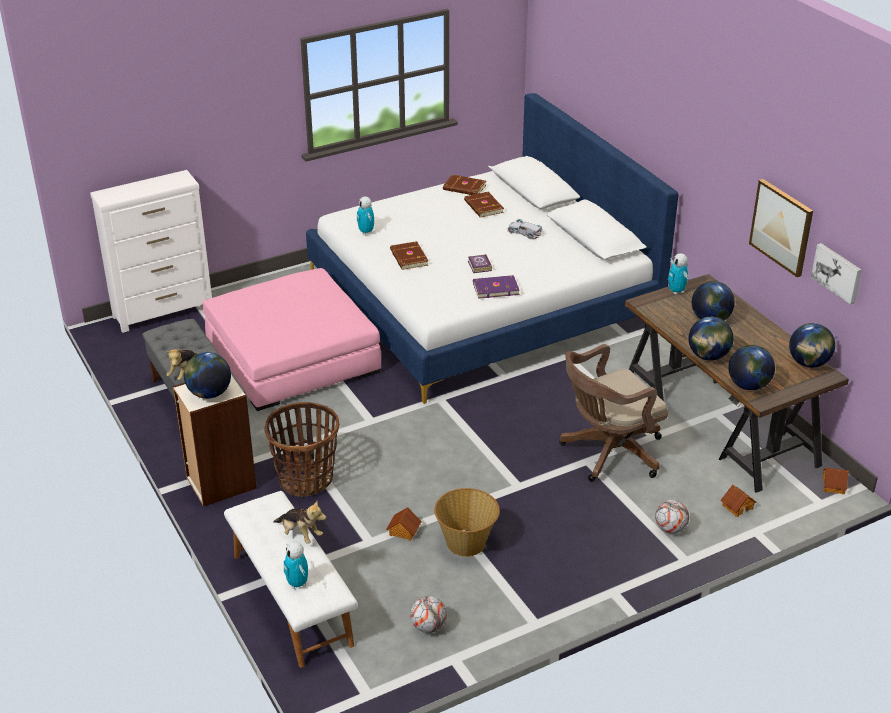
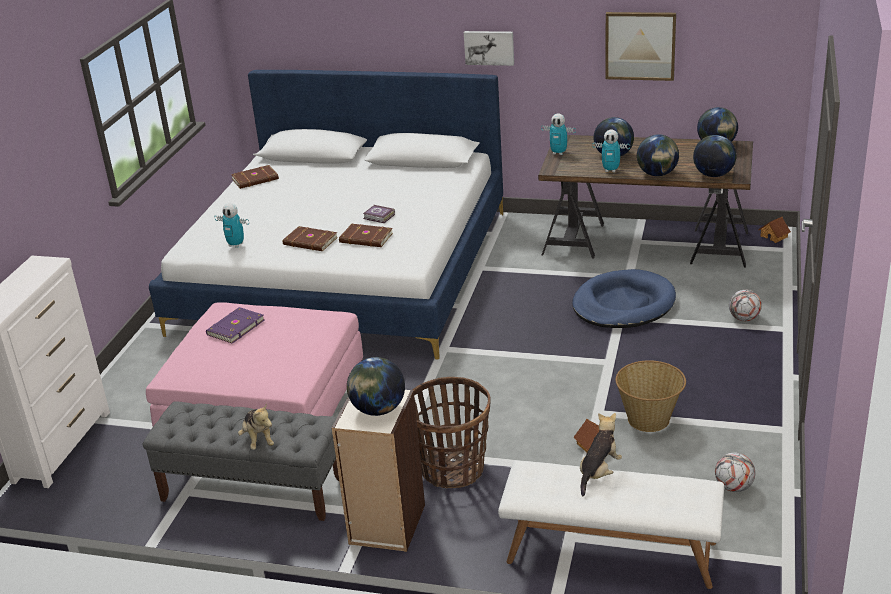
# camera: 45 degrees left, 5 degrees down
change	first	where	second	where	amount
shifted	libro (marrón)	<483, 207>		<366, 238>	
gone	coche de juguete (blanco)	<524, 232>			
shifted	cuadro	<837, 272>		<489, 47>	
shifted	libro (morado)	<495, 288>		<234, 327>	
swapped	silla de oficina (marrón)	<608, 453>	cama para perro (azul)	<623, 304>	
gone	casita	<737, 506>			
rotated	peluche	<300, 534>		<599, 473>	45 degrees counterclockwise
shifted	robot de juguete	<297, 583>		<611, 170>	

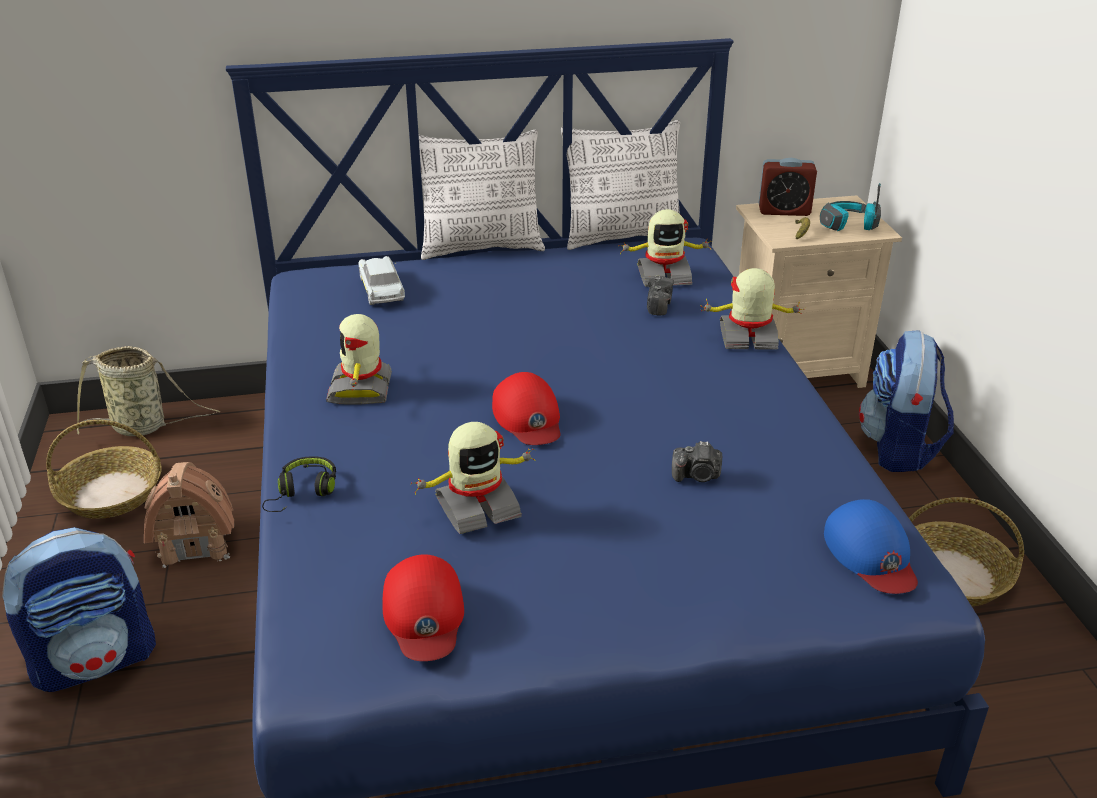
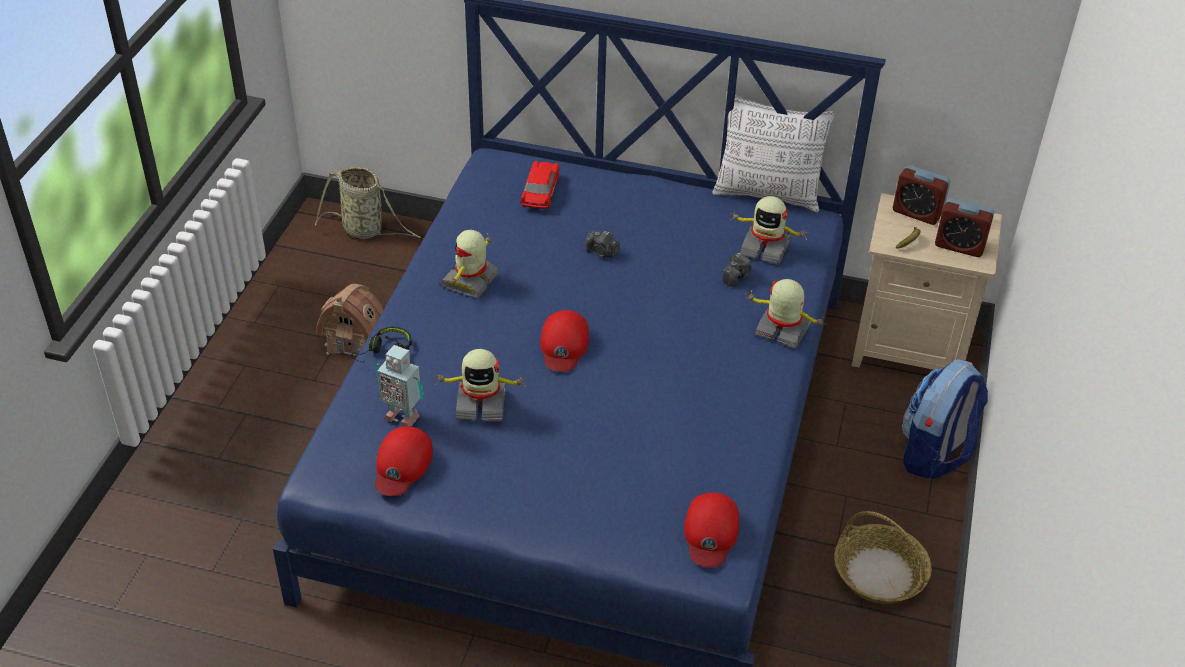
# camera: 25 degrees right, 10 degrees up
change	first	where	second	where	amount
gone	cojín	<482, 248>			
swapped	auriculares	<848, 225>	despertador	<959, 246>	
repainted	coche de juguete (blanco)	<381, 290>	coche de juguete (rojo)	<540, 192>	
gone	cesta	<110, 494>			
shifted	cámara	<697, 476>		<602, 252>	
repainted	gorra (azul)	<871, 554>	gorra (rojo)	<710, 533>	
gone	mochila	<96, 660>			
new			robot de juguete	<402, 415>	

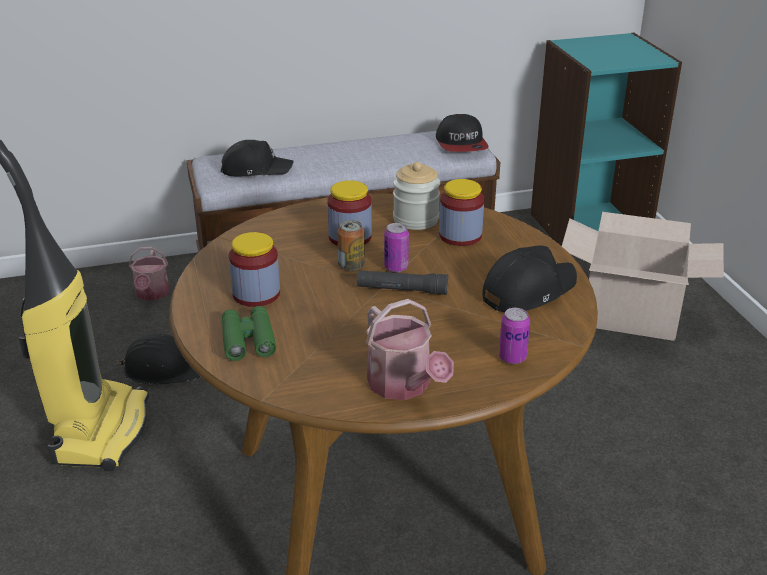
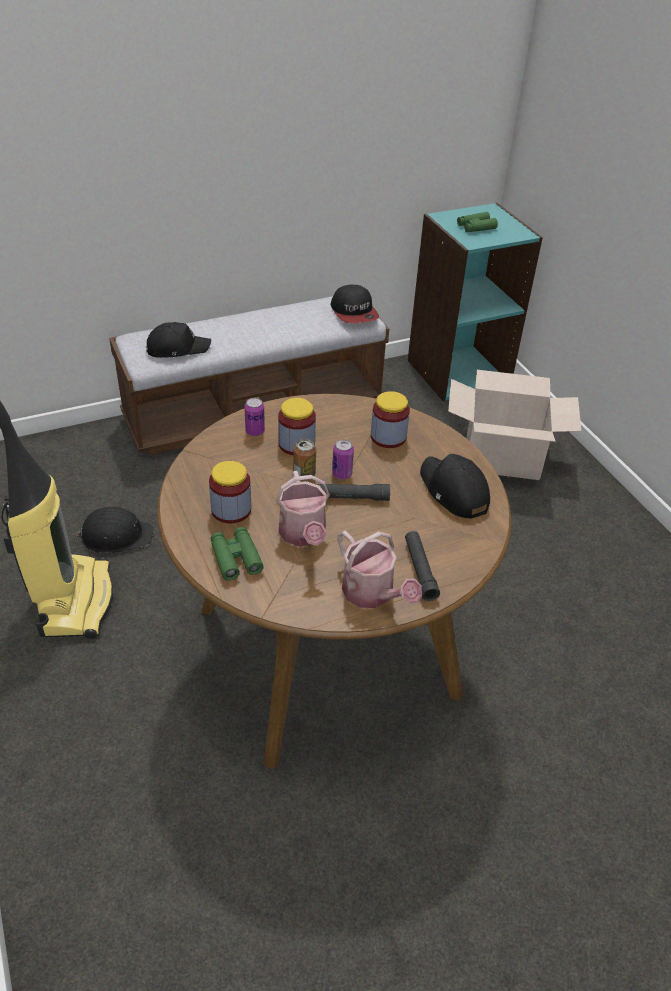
# camera: 10 degrees left, 10 degrees up
change	first	where	second	where	amount
gone	tarro	<416, 219>			
rotated	gorra (negro)	<527, 291>		<453, 491>	75 degrees counterclockwise
shifted	regadera	<151, 294>		<303, 535>	
shifted	lata	<512, 357>		<255, 431>	
new			prismáticos (verde)	<476, 227>	
new			linterna (negro)	<420, 570>	

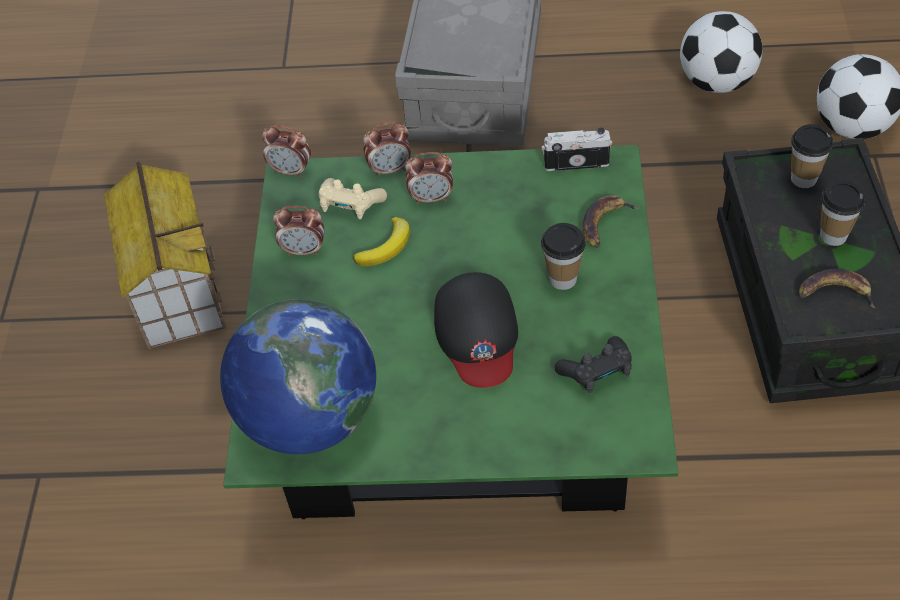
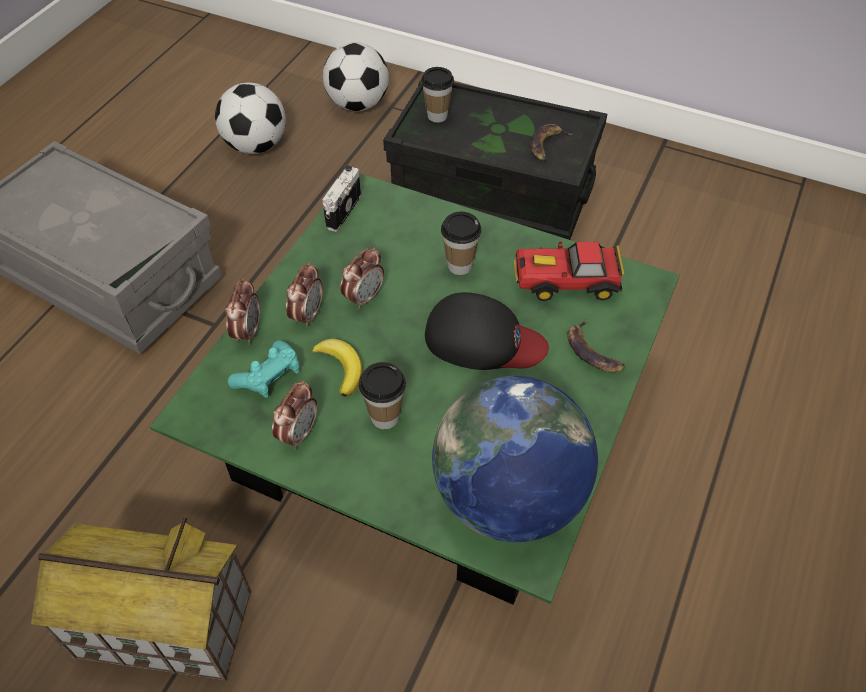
# camera: 70 degrees left, 0 degrees up
change	first	where	second	where	amount
shifted	despertador	<291, 171>		<364, 297>	
repainted	mando de consola (beis)	<350, 205>	mando de consola (turquesa)	<269, 377>	
shifted	taza	<833, 236>		<385, 417>	
shifted	plátano	<605, 224>		<592, 352>	
swapped	mando de consola (negro)	<597, 372>	coche de juguete	<565, 282>	

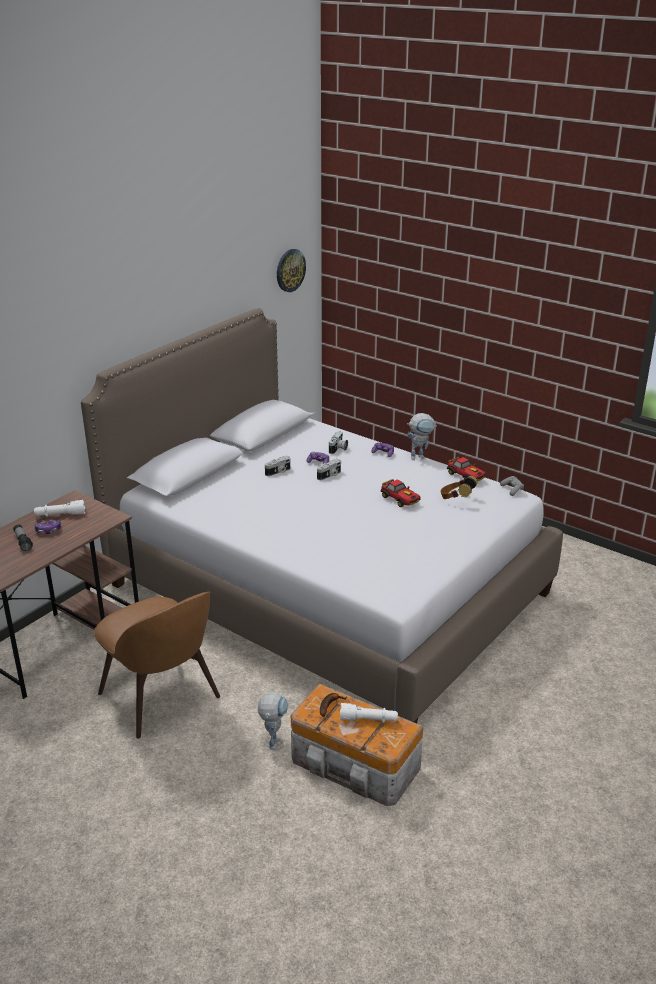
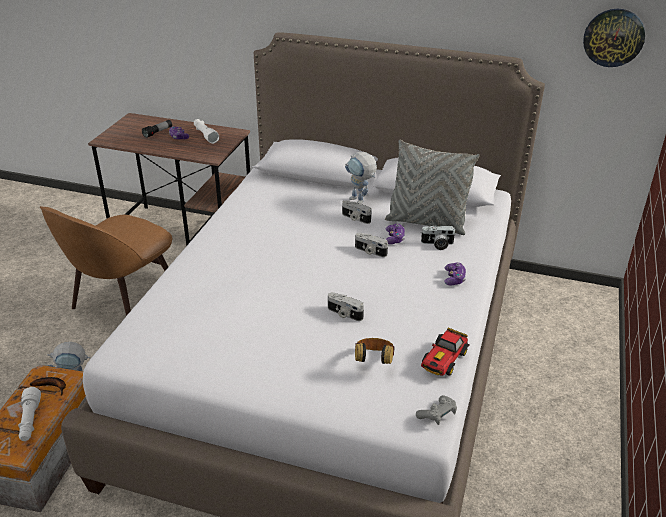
# camera: 70 degrees right, 5 degrees up
change	first	where	second	where	amount
shifted	robot de juguete	<420, 456>		<360, 202>	
swapped	coche de juguete	<400, 500>	cámara	<344, 314>	
new			cojín (gris)	<426, 223>	

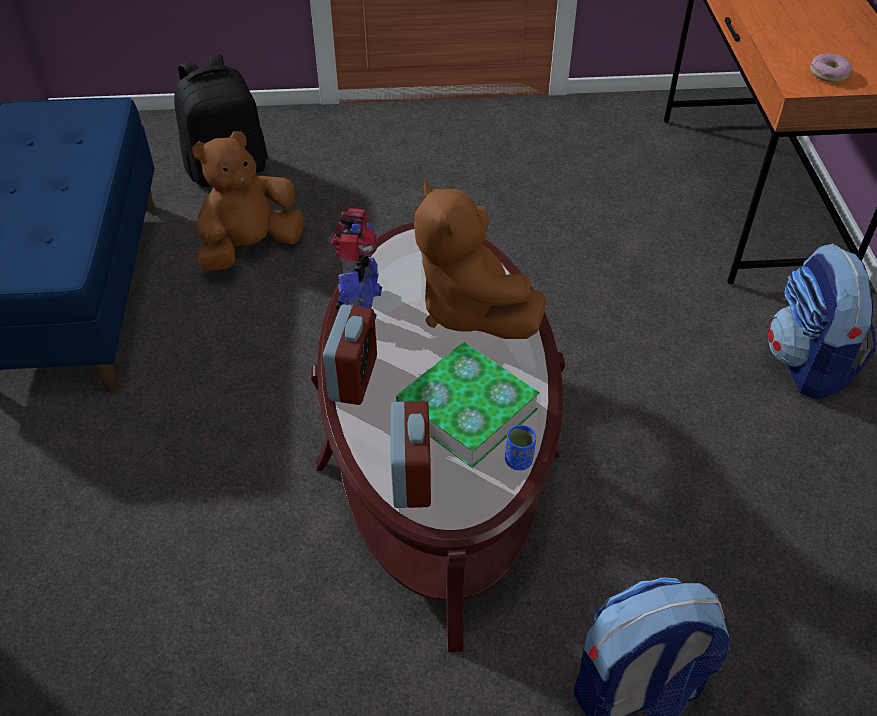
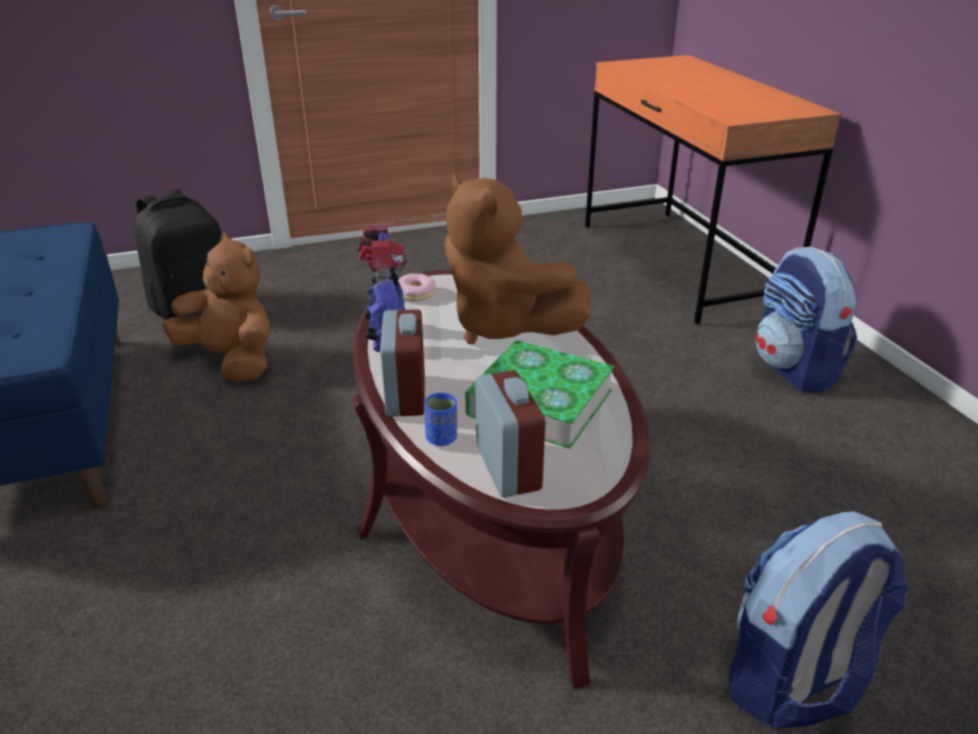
# camera: 15 degrees left, 15 degrees down
change	first	where	second	where	amount
shifted	rosquilla	<828, 73>		<415, 293>	
rotated	peluche (marrón)	<250, 248>		<232, 360>	90 degrees clockwise
shifted	taza (azul)	<518, 461>		<441, 438>	

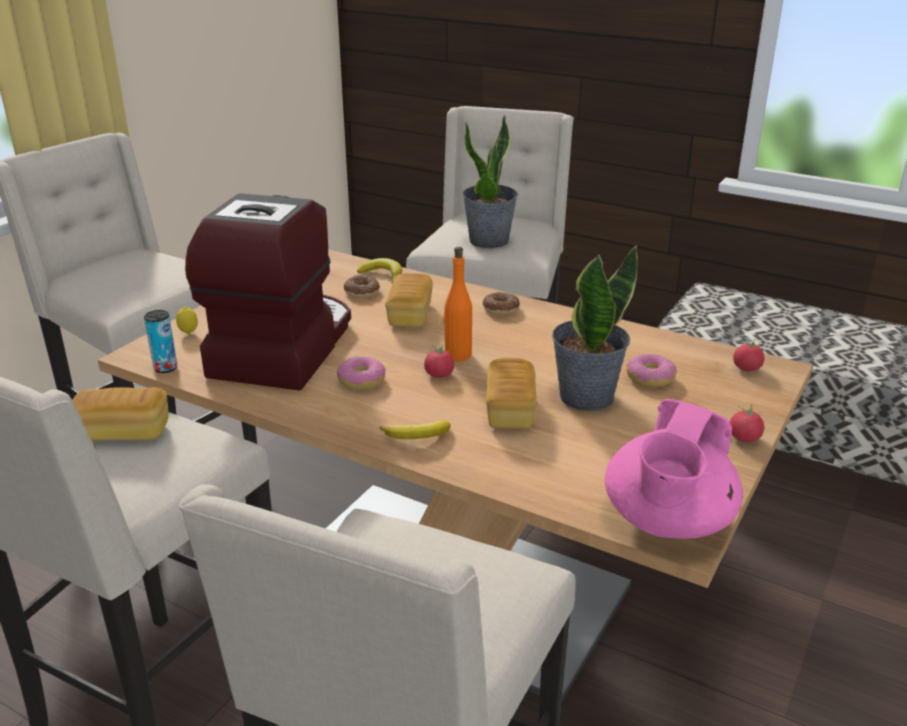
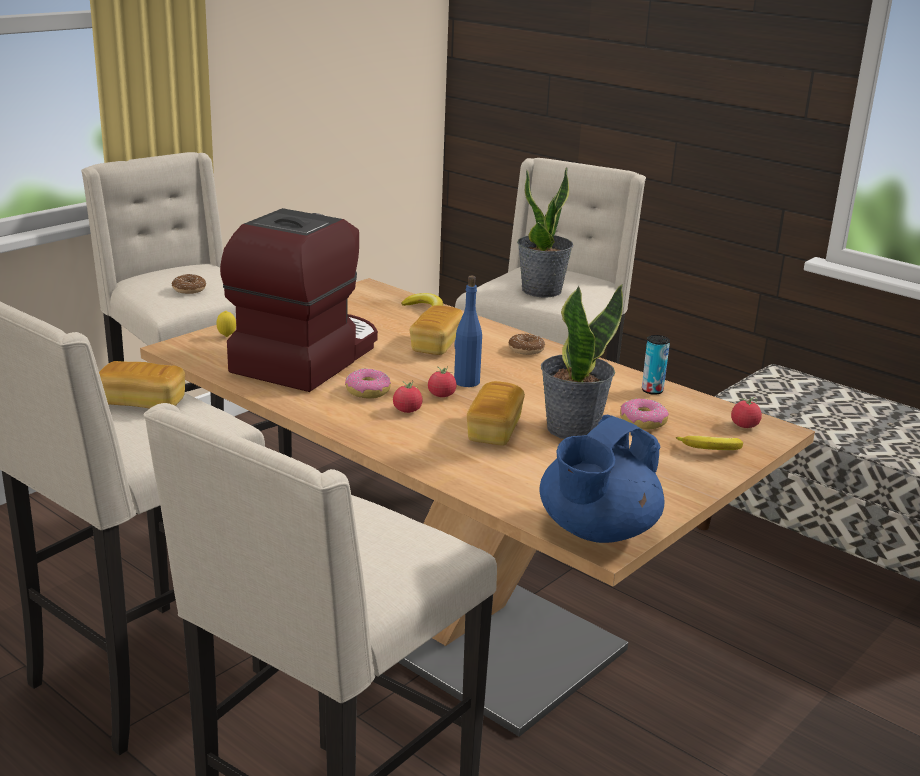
# camera: 10 degrees right, 5 degrees down
change	first	where	second	where	amount
repainted	botella (naranja)	<457, 355>	botella (azul)	<466, 382>	
shifted	rosquilla	<361, 292>		<189, 289>	
shifted	lata	<165, 368>		<652, 390>	
repainted	tetera (rosa)	<667, 522>	tetera (azul)	<596, 531>	
shifted	tomate	<744, 438>		<407, 410>	
shifted	plátano	<416, 437>		<710, 450>	

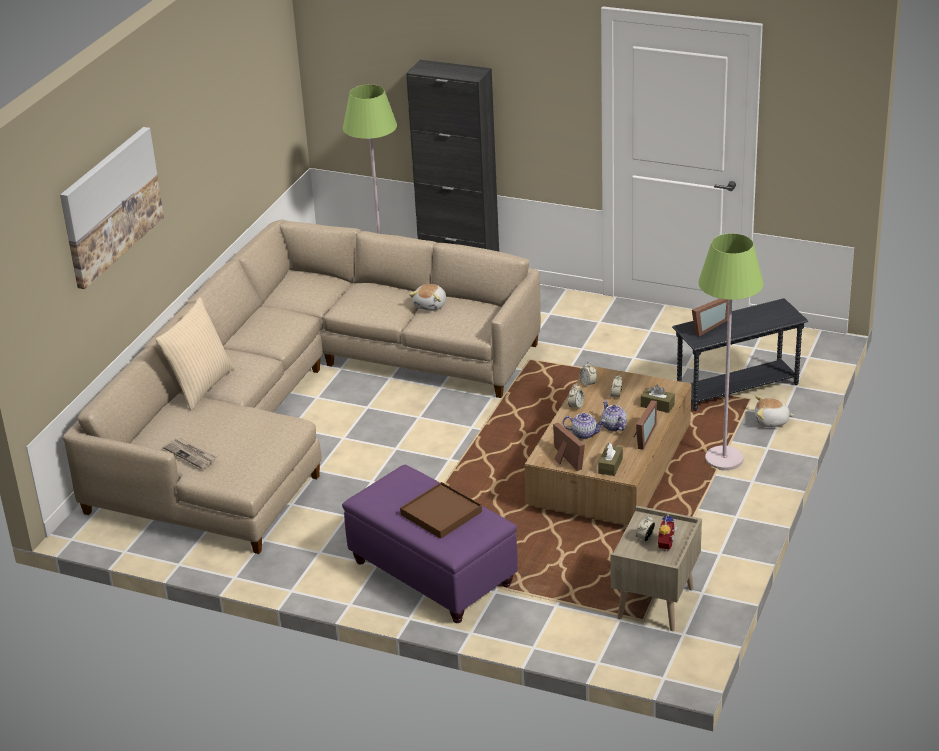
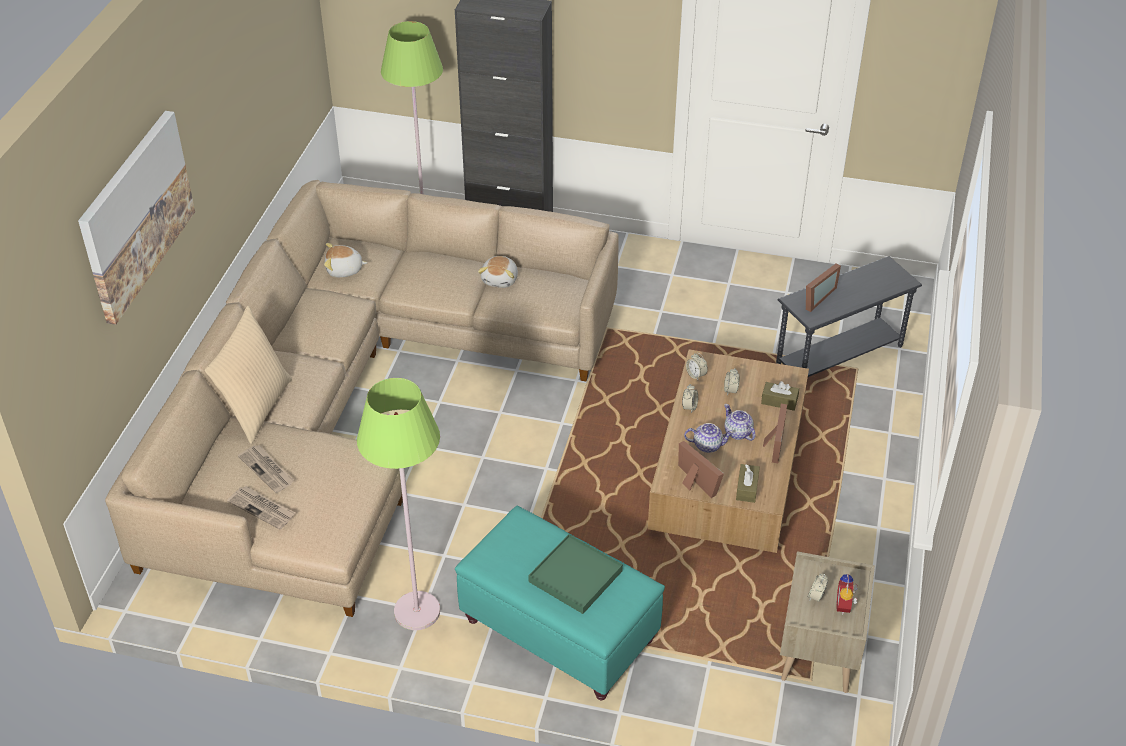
# camera: 10 degrees left, 10 degrees up
change	first	where	second	where	amount
shifted	lámpara de pie (verde)	<724, 459>		<417, 612>	
shifted	peluche	<771, 421>		<344, 270>	
repainted	puf (morado)	<431, 573>	puf (turquesa)	<558, 630>	
repainted	bandeja (marrón)	<441, 513>	bandeja (verde)	<575, 576>	
new			periódico	<267, 470>	

